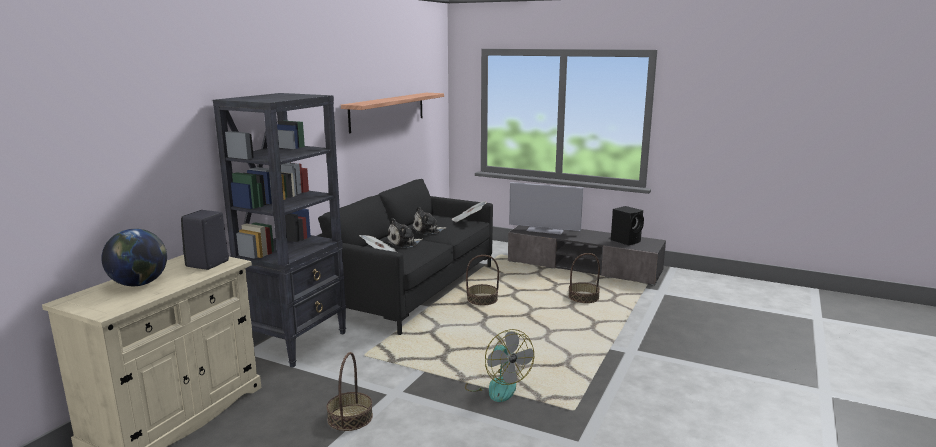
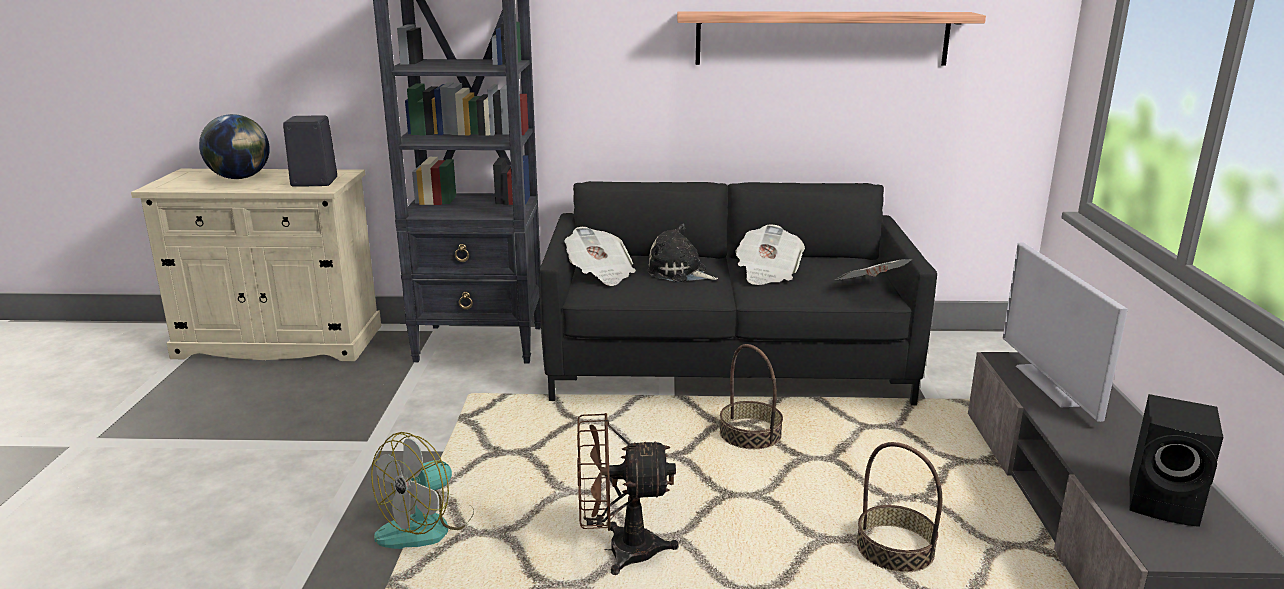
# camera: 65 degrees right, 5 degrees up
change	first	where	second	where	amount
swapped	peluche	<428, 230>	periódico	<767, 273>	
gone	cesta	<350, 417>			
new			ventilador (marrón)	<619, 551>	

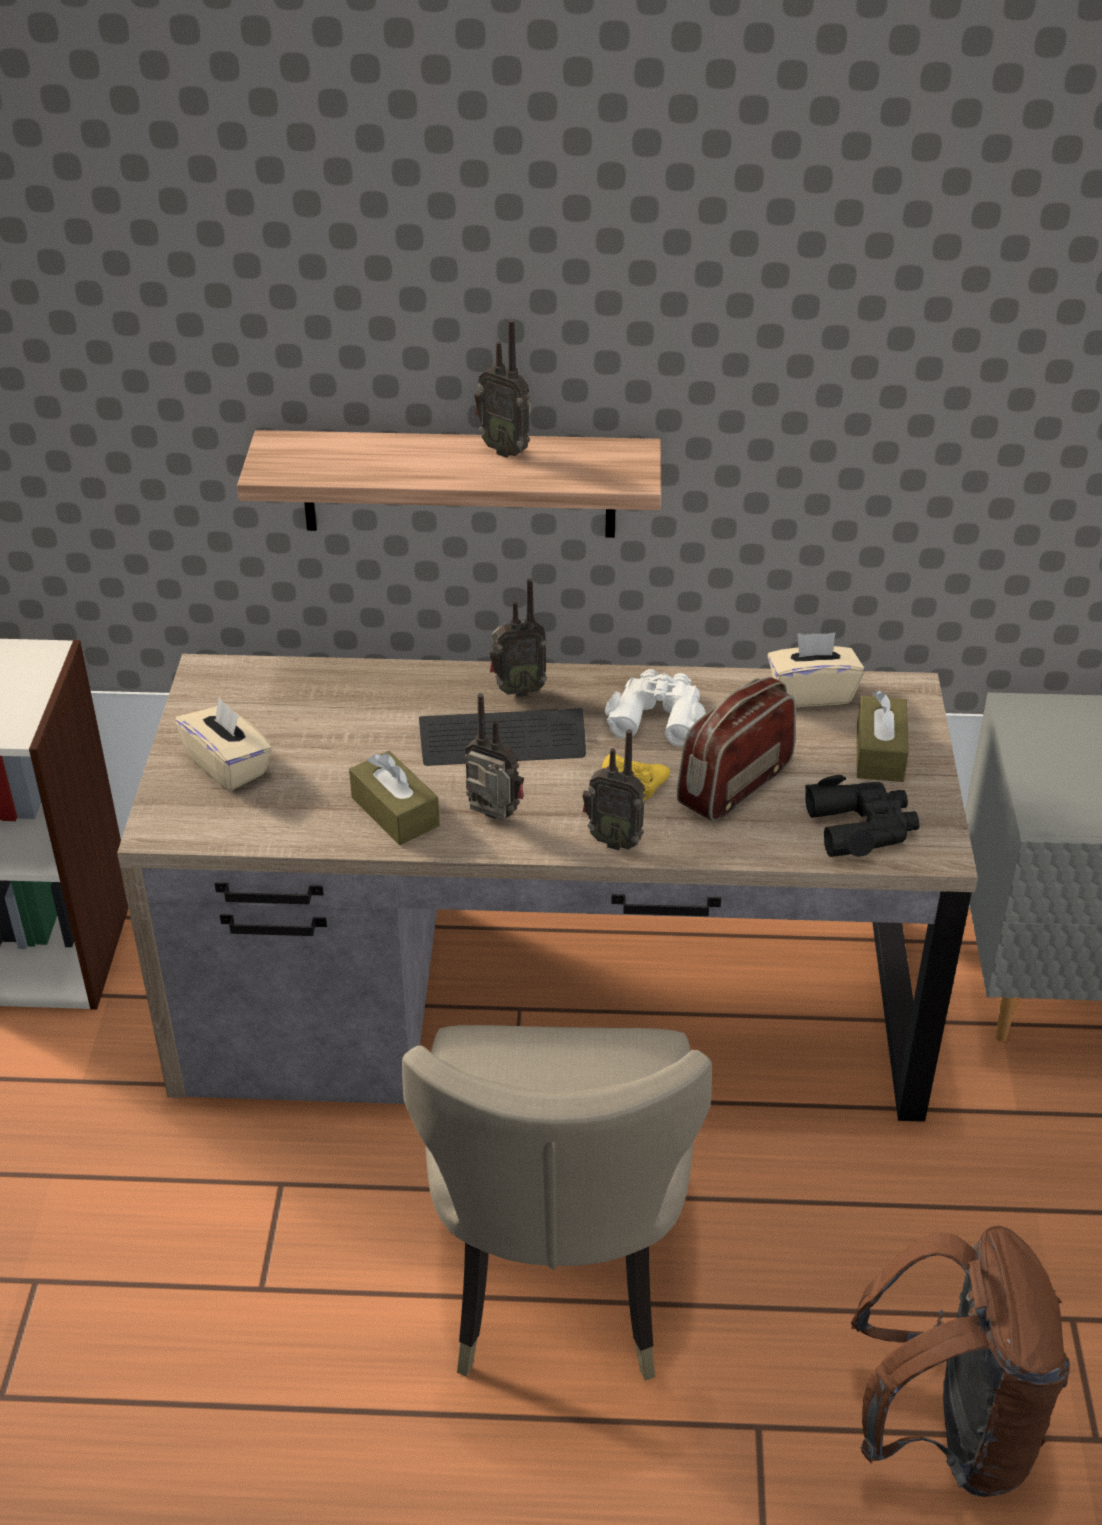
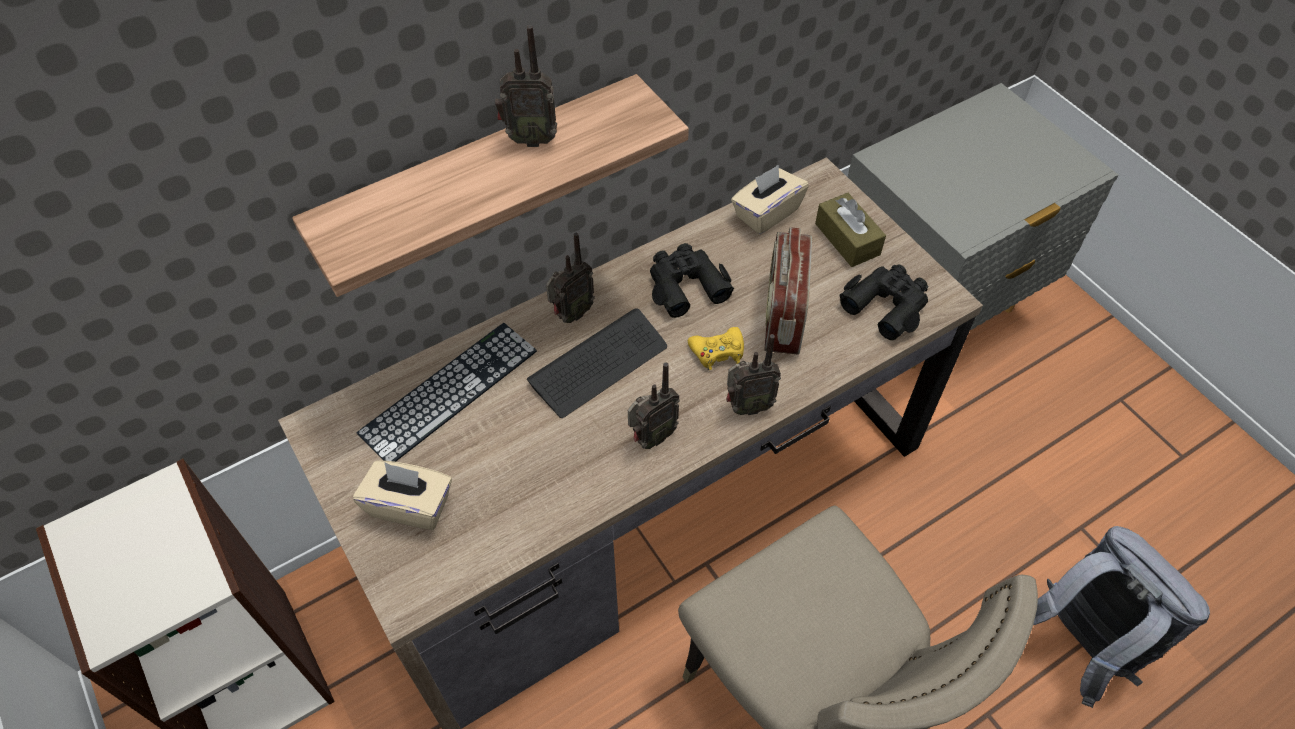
# camera: 35 degrees left, 15 degrees up
change	first	where	second	where	amount
repainted	prismáticos (blanco)	<657, 715>	prismáticos (negro)	<685, 285>	
rotated	radio	<492, 819>		<651, 437>	150 degrees clockwise
gone	caja de pañuelos (marrón)	<395, 812>			
repainted	mochila (marrón)	<948, 1431>	mochila (gris)	<1079, 643>	
new			teclado	<449, 391>	

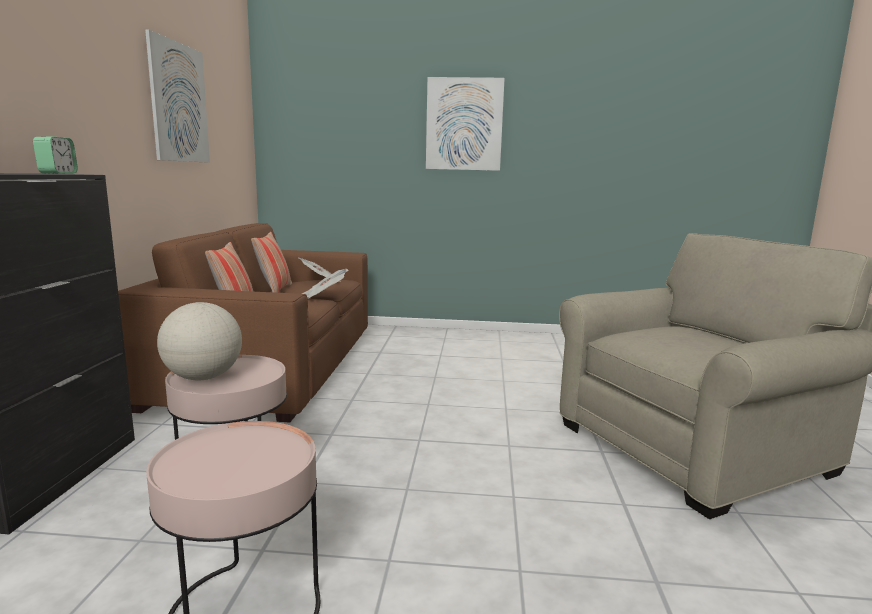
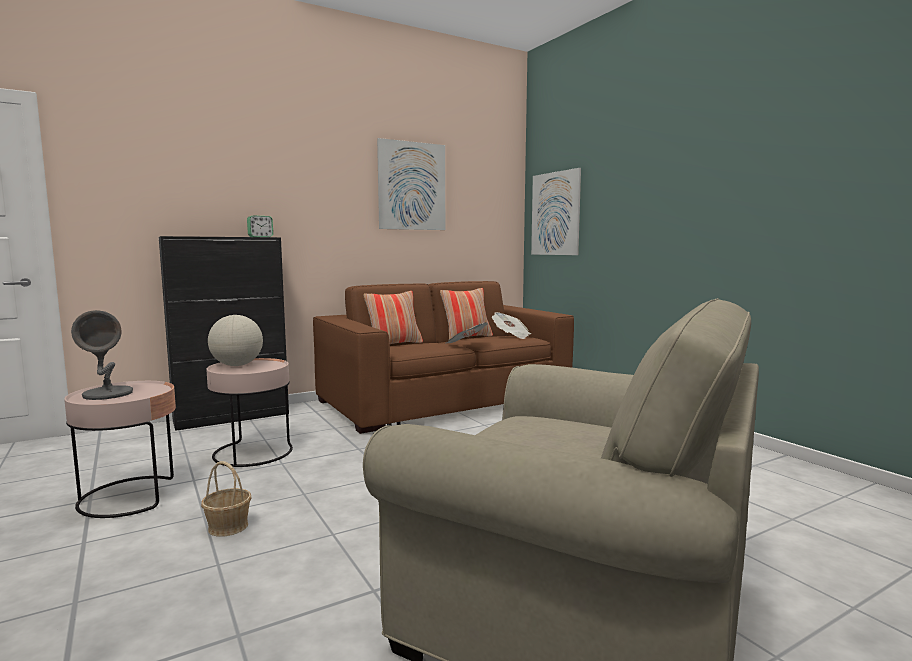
# camera: 55 degrees right, 5 degrees down
change	first	where	second	where	amount
shifted	cuadro	<464, 124>		<555, 213>	
new			lámpara de mesa (gris)	<108, 394>	
new			cesta	<228, 526>	

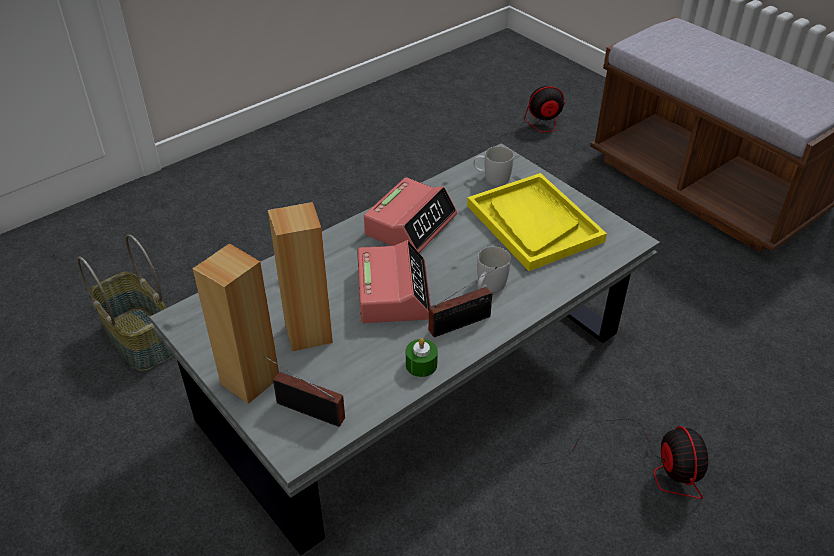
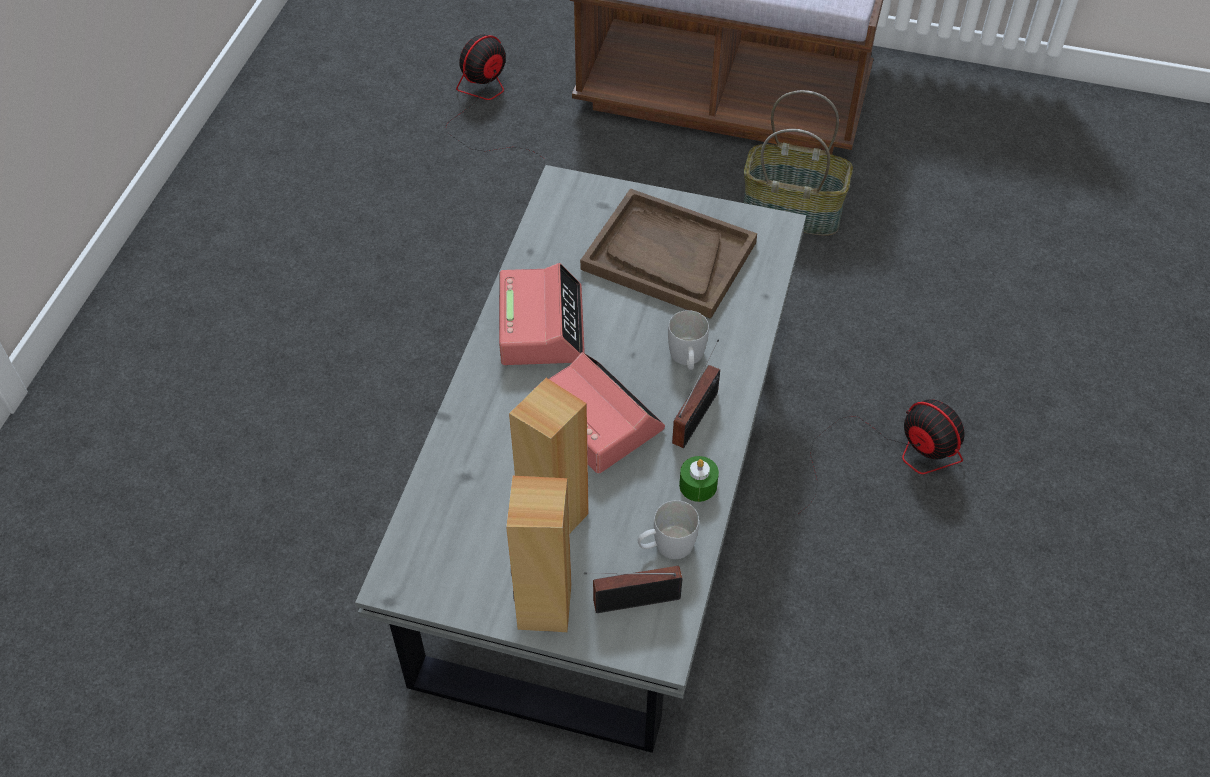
# camera: 35 degrees left, 10 degrees up
change	first	where	second	where	amount
shifted	taza grande (blanco)	<491, 178>		<666, 546>	
repainted	bandeja (amarillo)	<533, 223>	bandeja (marrón)	<668, 256>	
shifted	cesta	<142, 339>		<793, 211>	

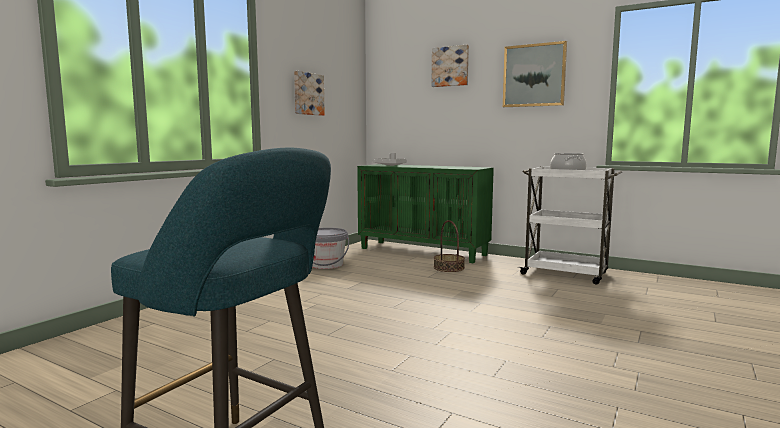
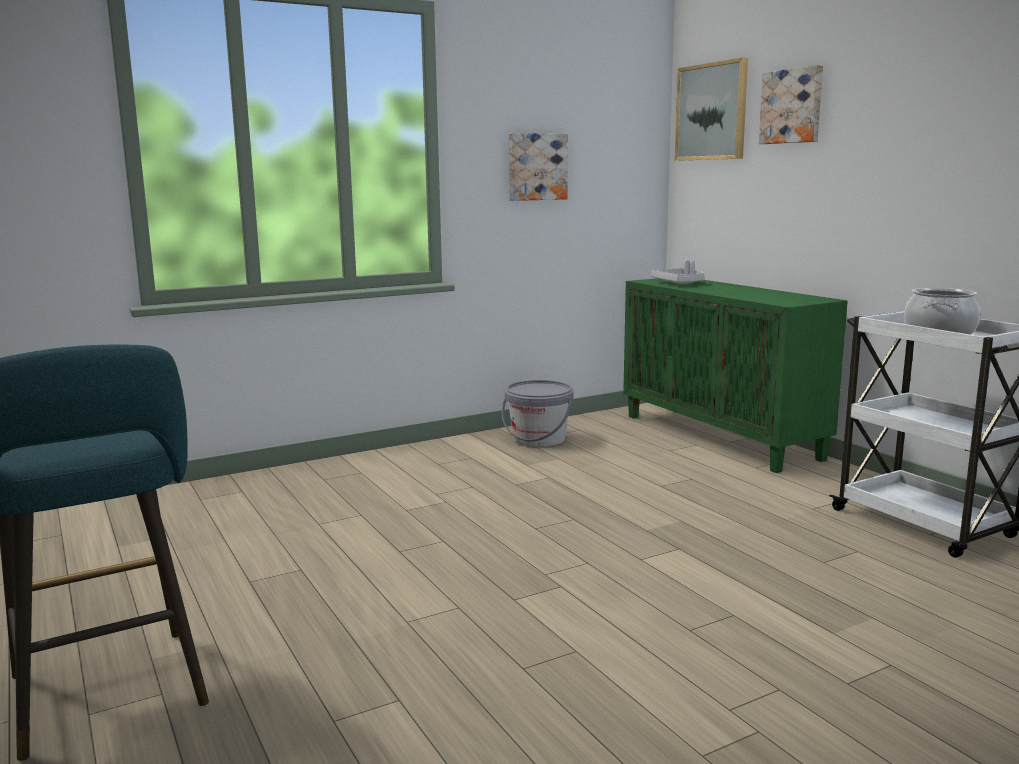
# camera: 30 degrees right, 5 degrees up
change	first	where	second	where	amount
shifted	cuadro	<534, 75>		<712, 112>	
gone	cesta	<448, 268>			

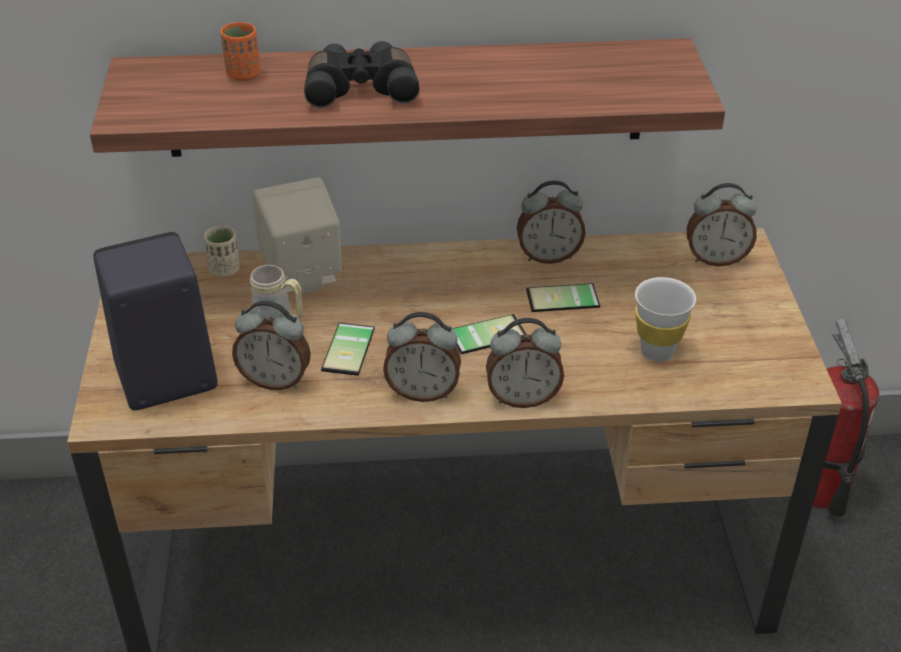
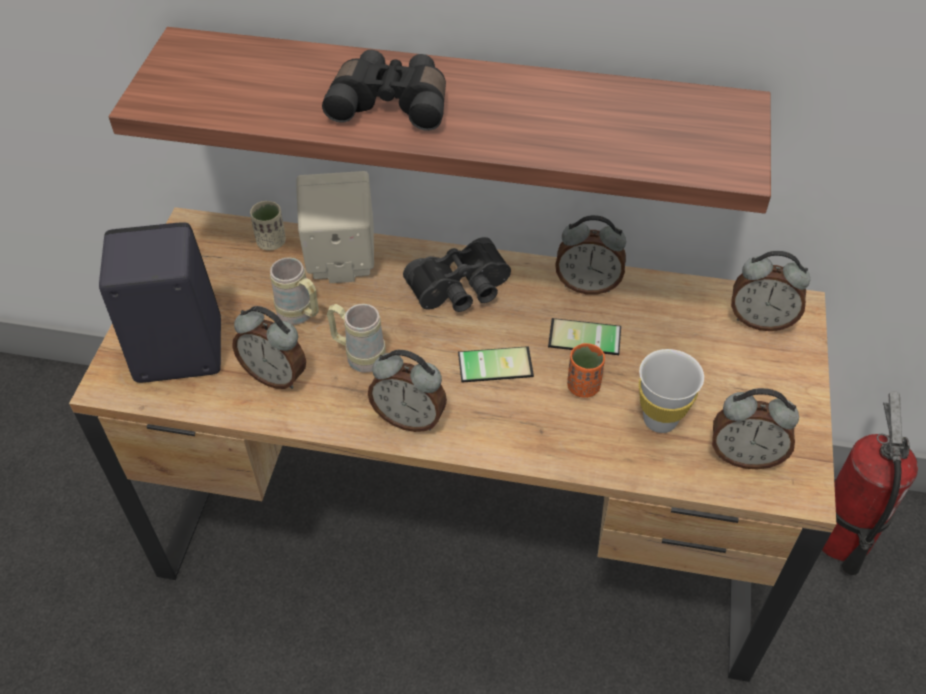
# camera: 15 degrees right, 10 degrees up
change	first	where	second	where	amount
shifted	taza (naranja)	<243, 74>		<583, 386>	
shifted	despertador	<523, 398>		<744, 455>	
swapped	móvil	<352, 349>	taza grande (beis)	<359, 356>	
new			prismáticos (negro)	<461, 290>	

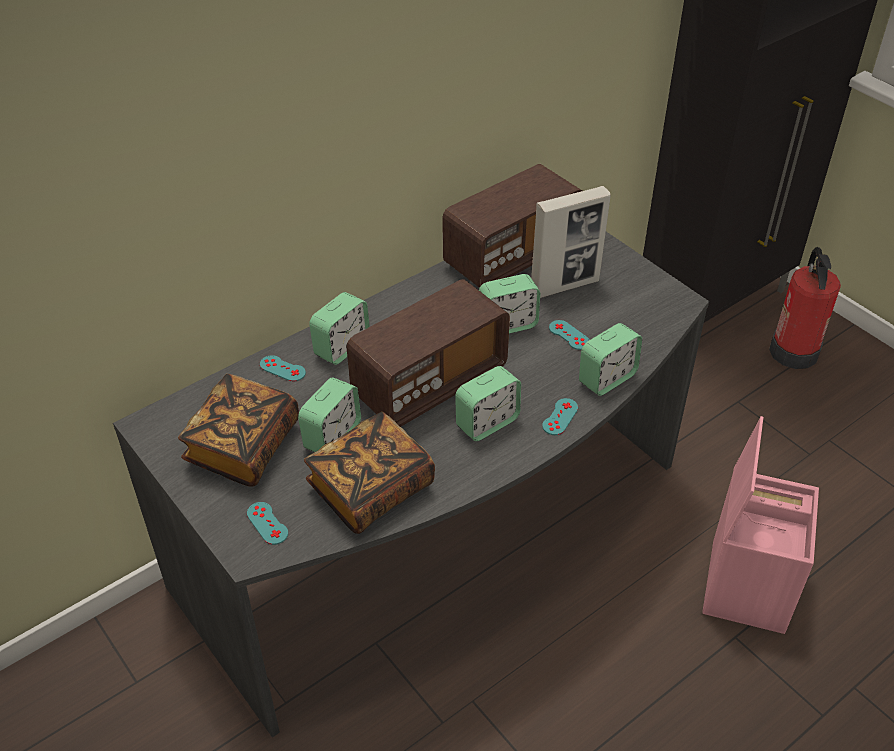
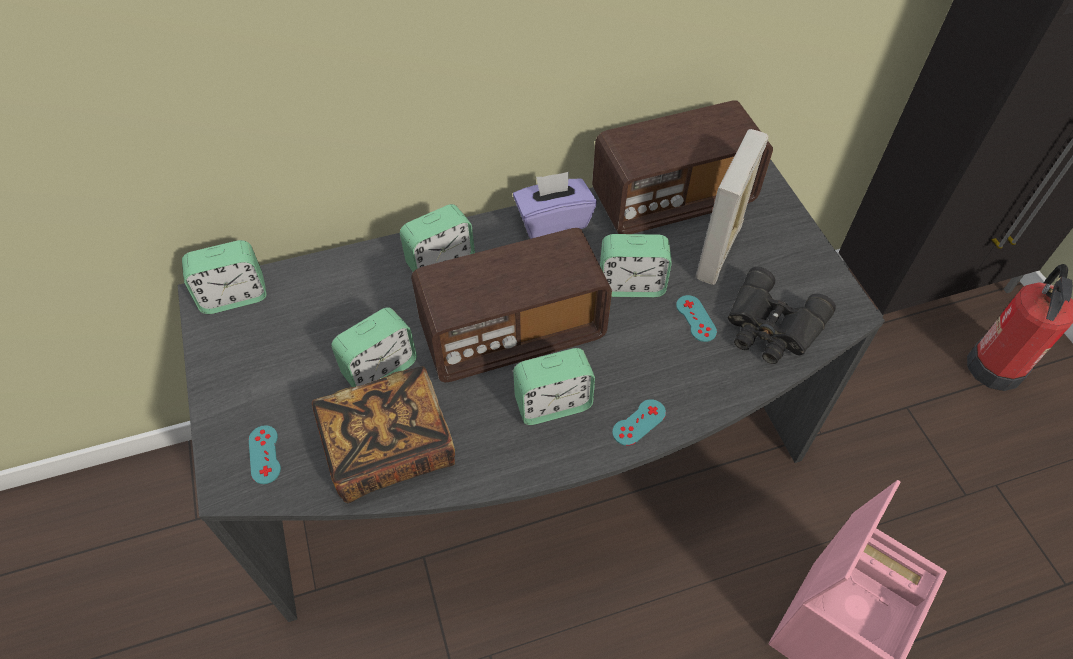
# camera: 20 degrees right, 10 degrees up
change	first	where	second	where	amount
rotated	portarretratos	<565, 286>		<718, 253>	120 degrees clockwise
shifted	despertador	<607, 378>		<234, 296>	
gone	mando de consola (turquesa)	<282, 368>			
gone	libro	<243, 446>			
new			caja de pañuelos (morado)	<553, 221>	
new			prismáticos (negro)	<771, 327>	

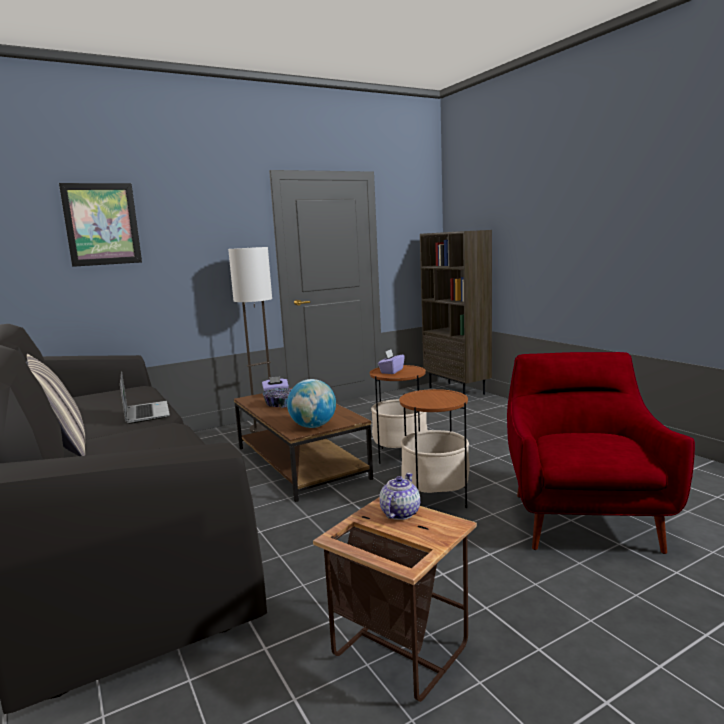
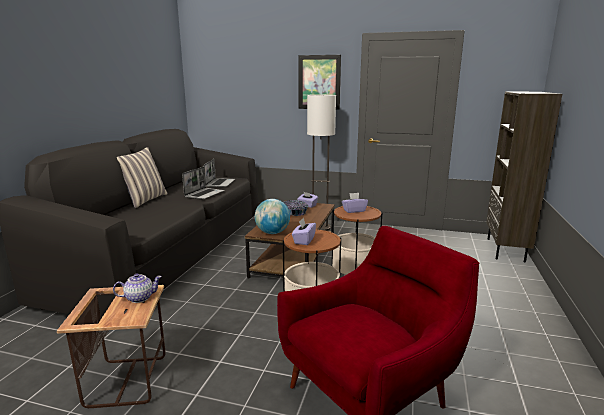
# camera: 45 degrees right, 5 degrees up
change	first	where	second	where	amount
shifted	cuadro	<102, 224>		<319, 82>	
new			portátil	<220, 183>	
new			caja de pañuelos (morado)	<304, 240>	

